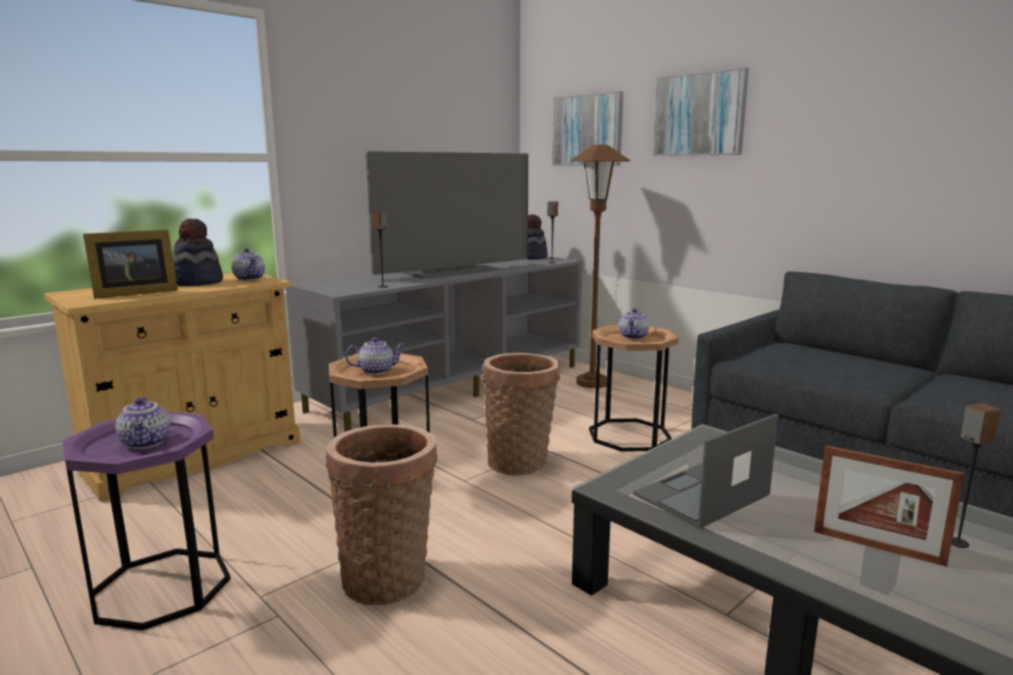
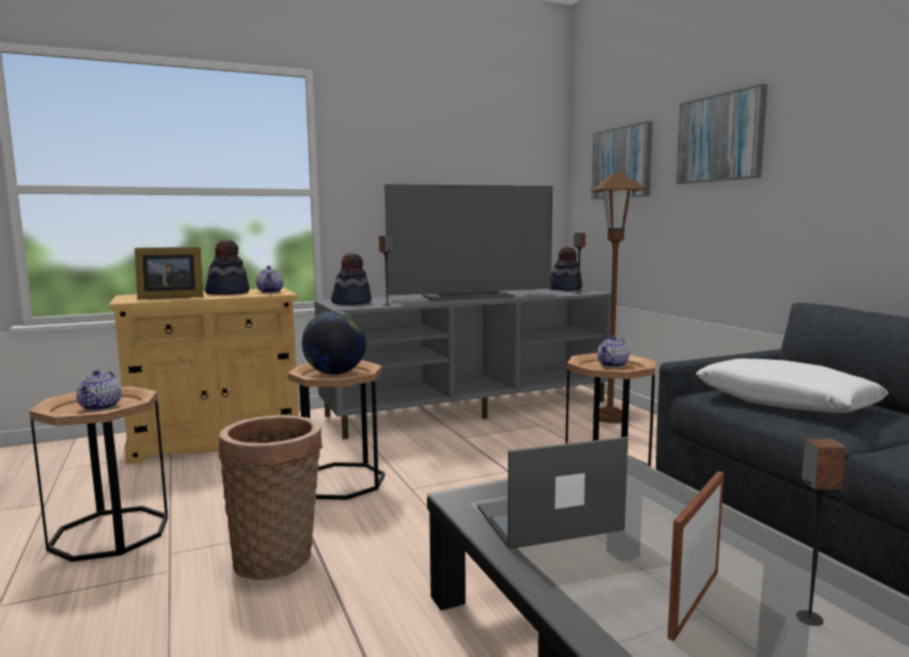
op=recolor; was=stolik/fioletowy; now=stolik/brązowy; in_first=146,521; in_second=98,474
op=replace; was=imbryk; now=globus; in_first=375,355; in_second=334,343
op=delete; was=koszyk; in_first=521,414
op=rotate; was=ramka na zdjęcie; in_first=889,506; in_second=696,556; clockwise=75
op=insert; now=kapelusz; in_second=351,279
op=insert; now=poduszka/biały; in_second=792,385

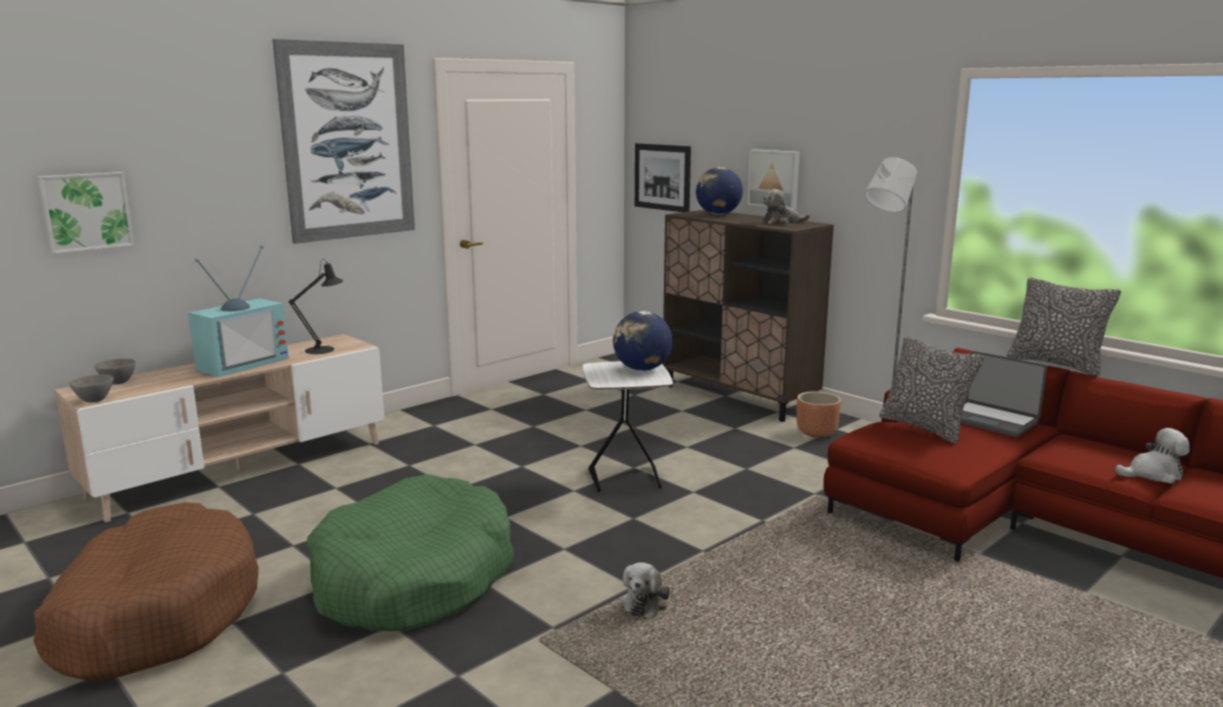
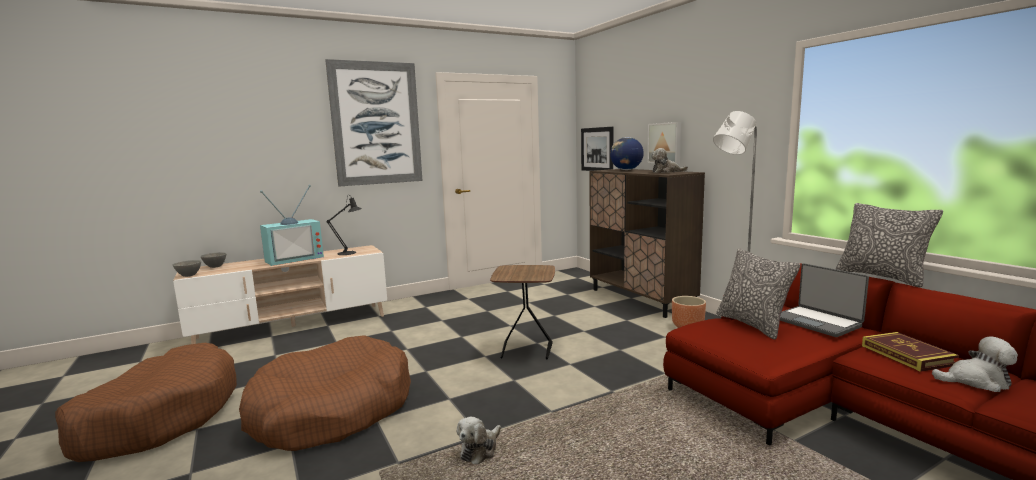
op=delete; was=obraz; in_first=86,213
op=recolor; was=legowisko/zielony; now=legowisko/brązowy; in_first=410,552; in_second=325,393
op=recolor; was=stolik/biały; now=stolik/brązowy; in_first=628,426; in_second=522,312
op=delete; was=globus; in_first=643,341
op=insert; now=książka; in_second=910,352

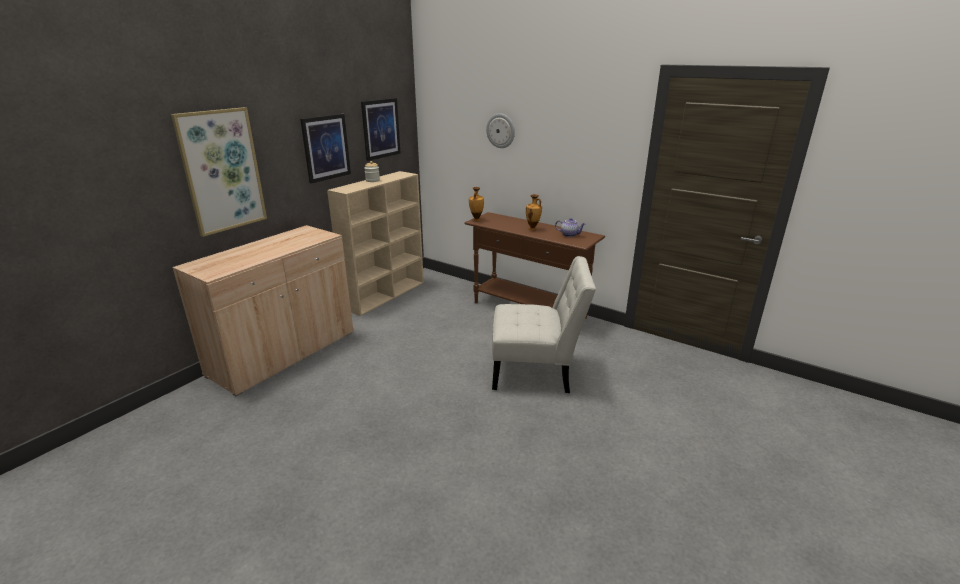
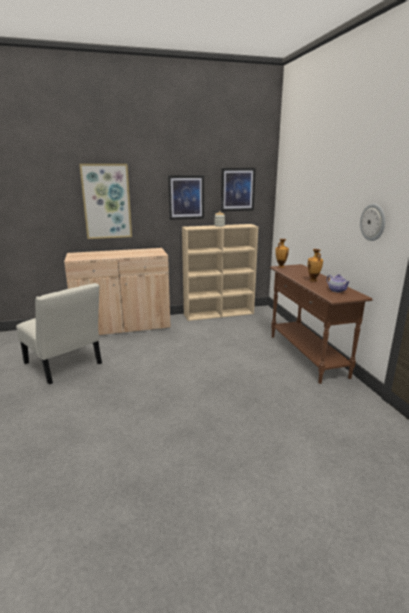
op=move; was=zegar ścienny; in_first=500,130; in_second=372,222
op=move; was=krzesło/biały; in_first=544,324; in_second=59,333

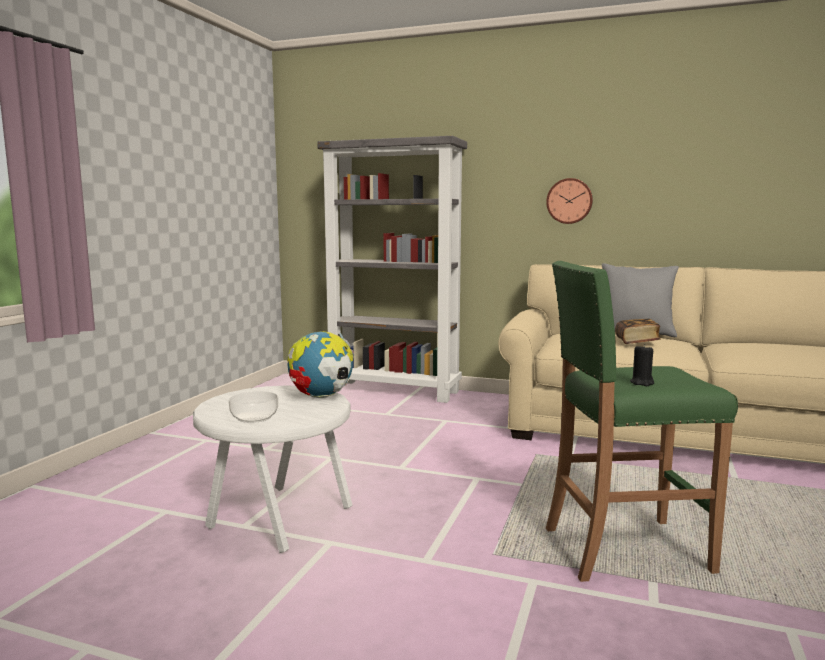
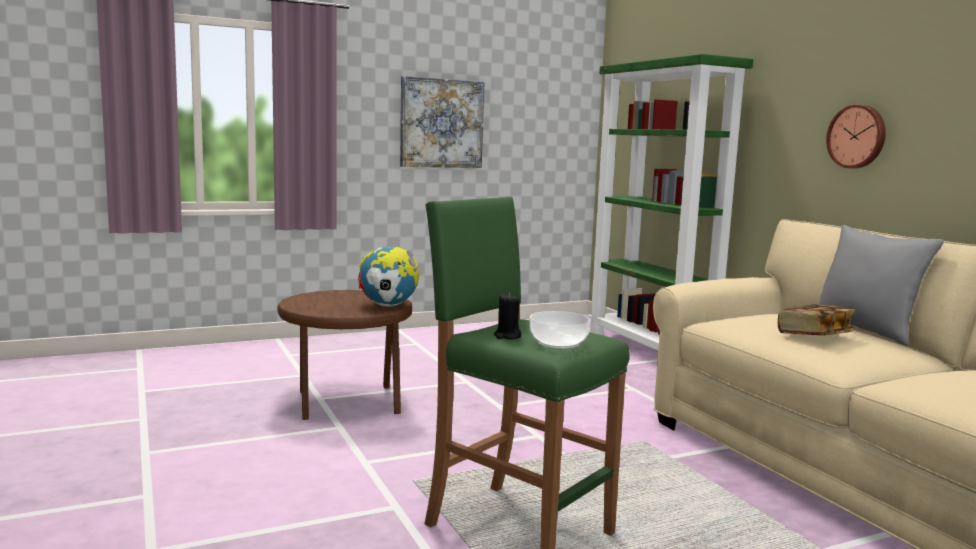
op=recolor; was=stolik/biały; now=stolik/brązowy; in_first=272,469; in_second=344,355
op=move; was=miska; in_first=253,407; in_second=560,330
op=recolor; was=regał/szary; now=regał/zielony; in_first=392,269; in_second=670,202
op=insert; now=obraz; in_second=442,122

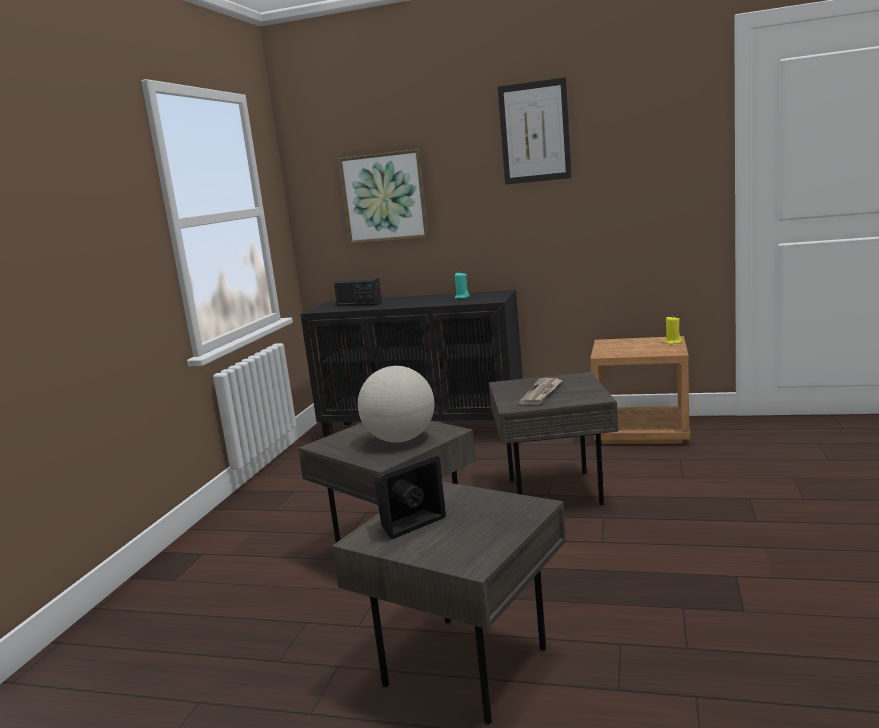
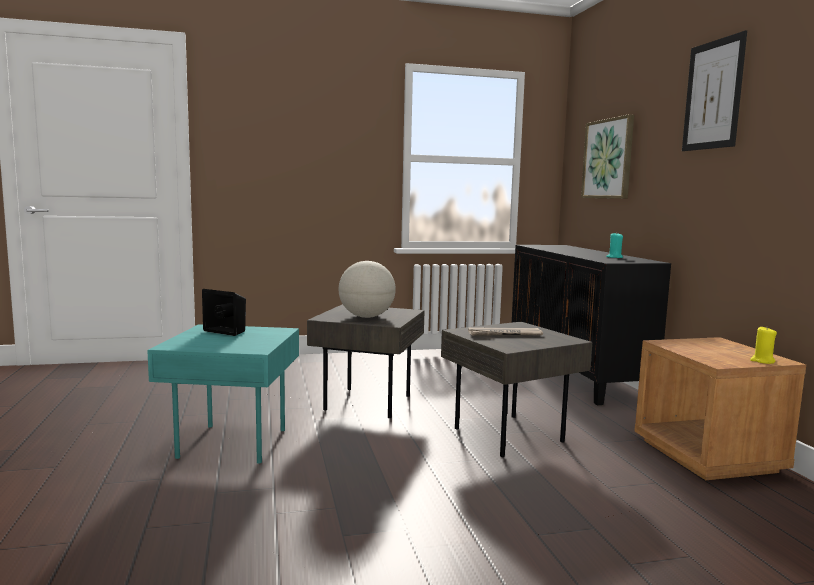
op=recolor; was=stolik/szary; now=stolik/turkusowy; in_first=449,603; in_second=223,393
op=delete; was=radio; in_first=358,292

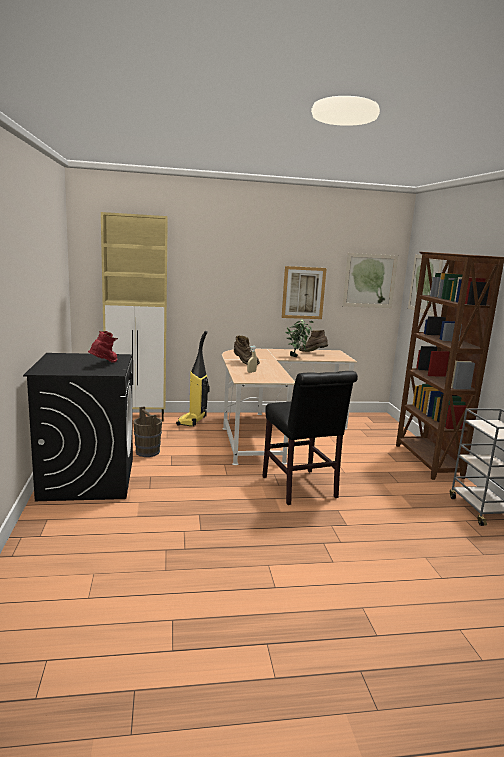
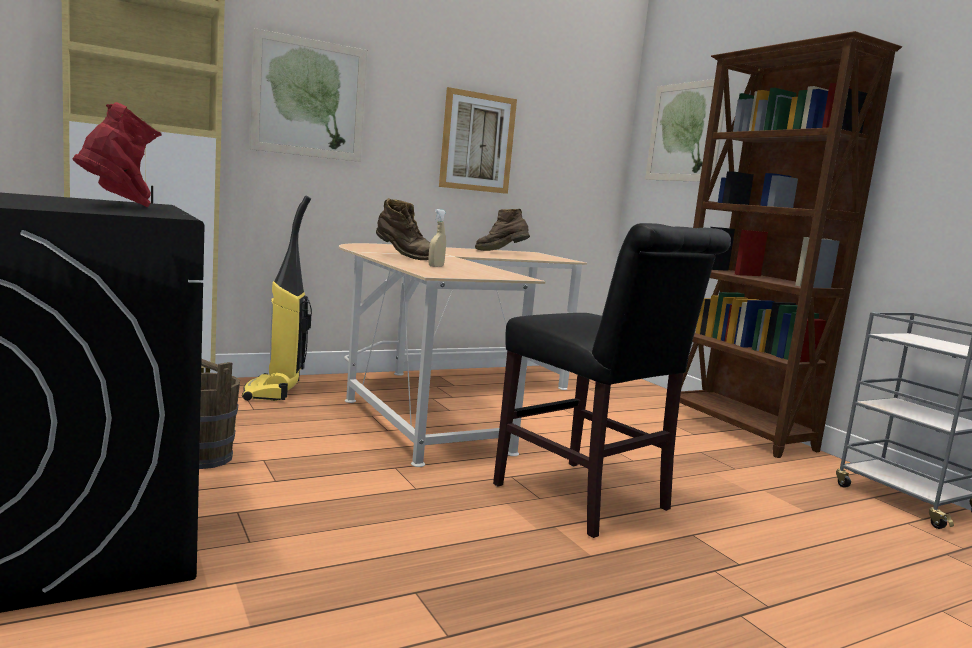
op=delete; was=roślina doniczkowa; in_first=299,338
op=move; was=obraz; in_first=370,280; in_second=308,95

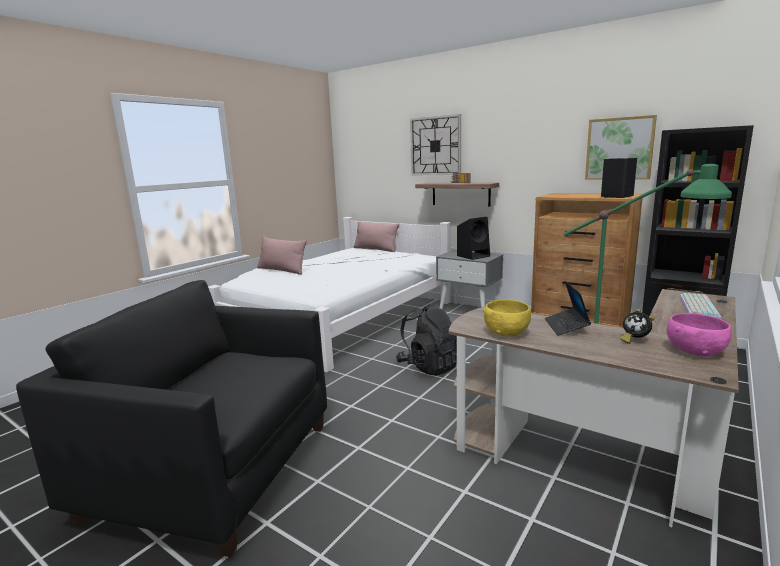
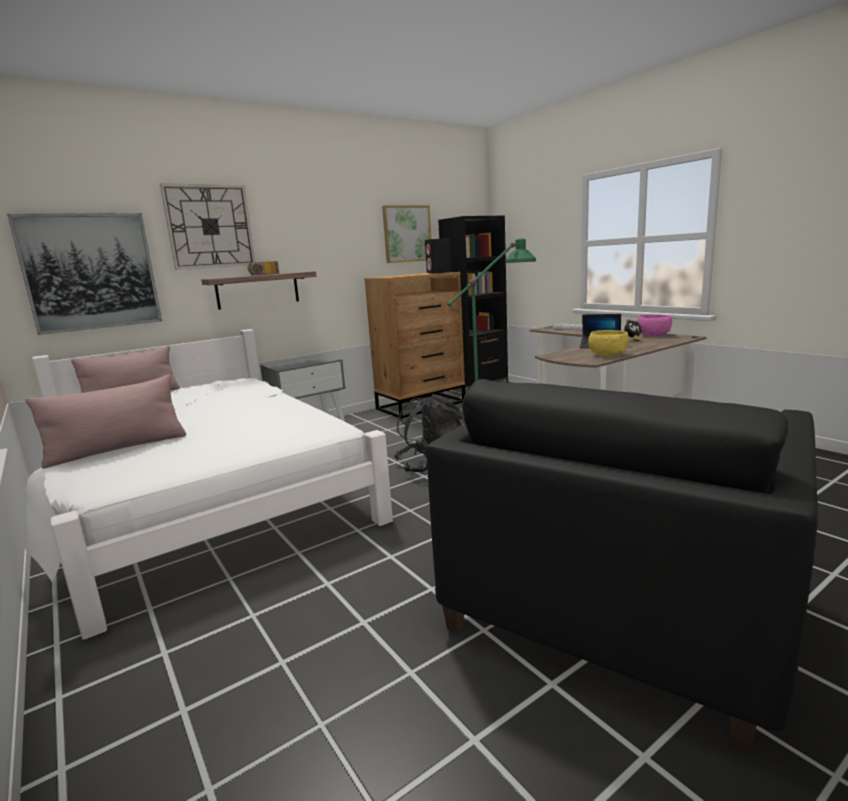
op=delete; was=głośnik/czarny; in_first=473,238
op=insert; now=obraz; in_second=84,274

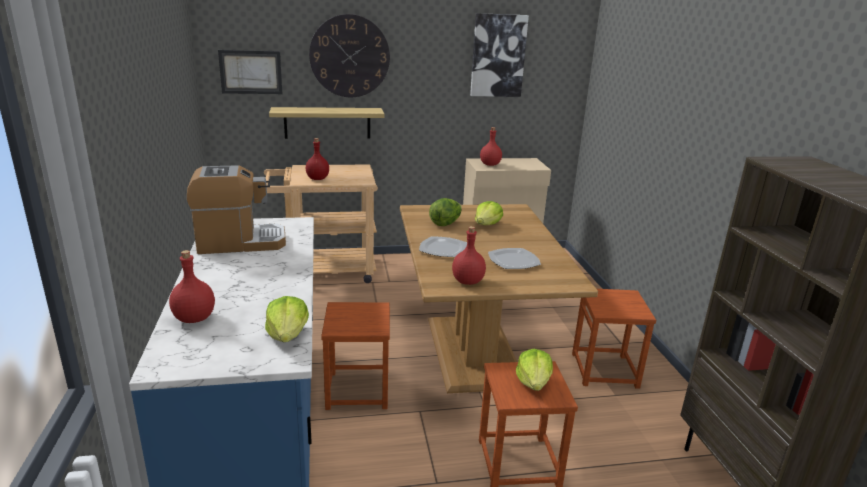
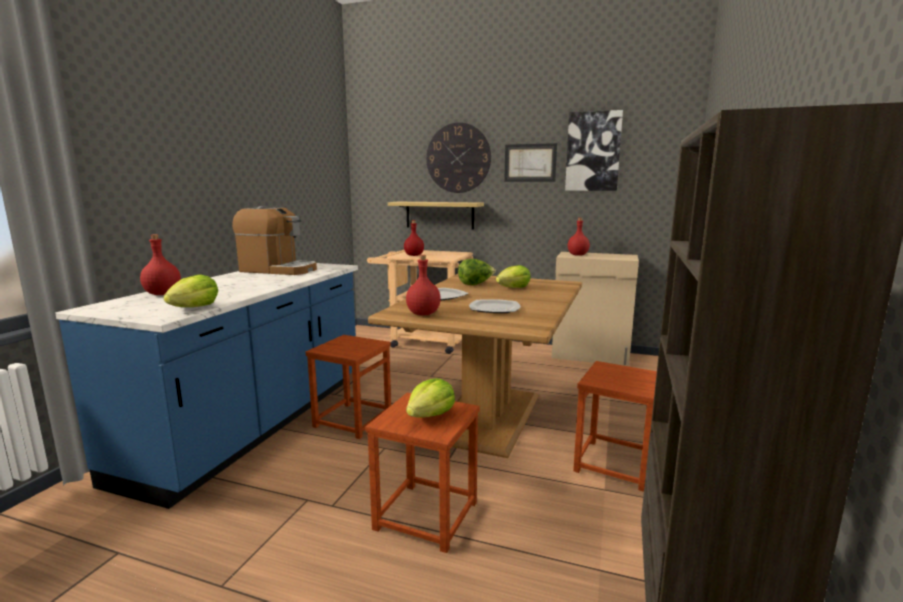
op=move; was=obraz; in_first=250,72; in_second=530,162

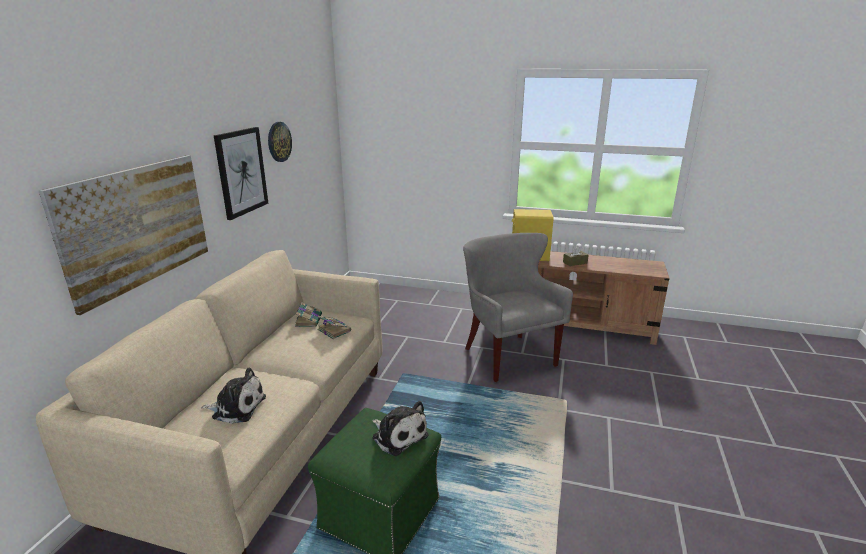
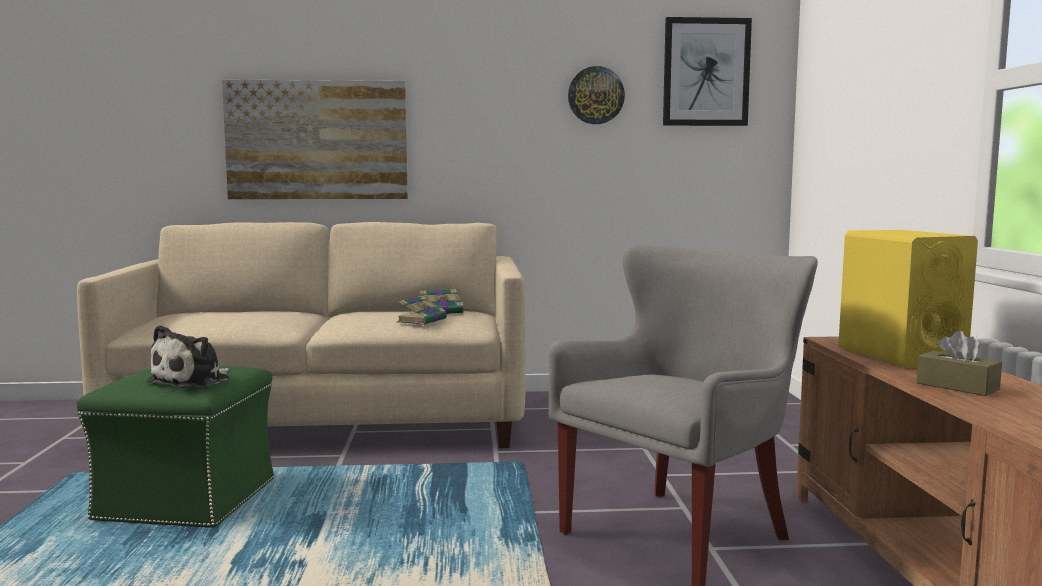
op=delete; was=pluszak; in_first=233,396
op=move; was=obraz; in_first=241,173; in_second=707,71

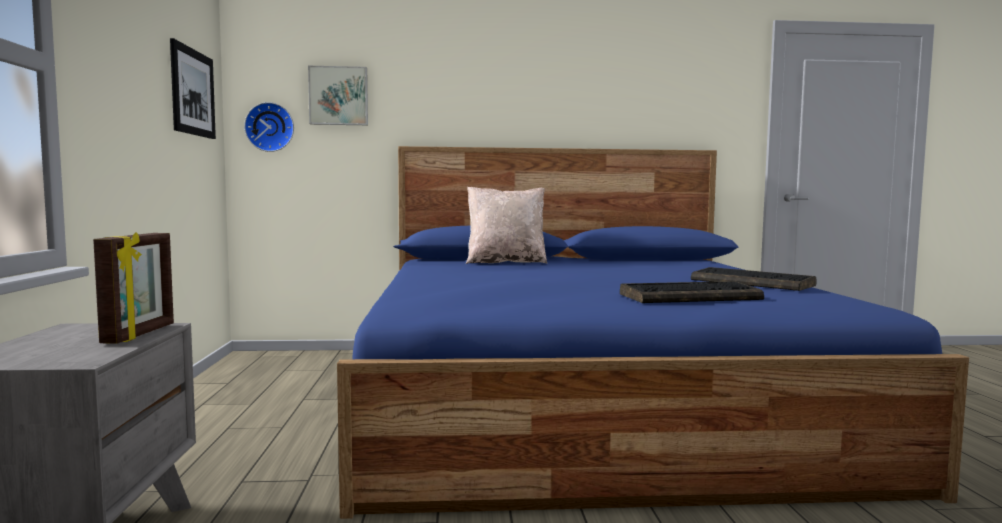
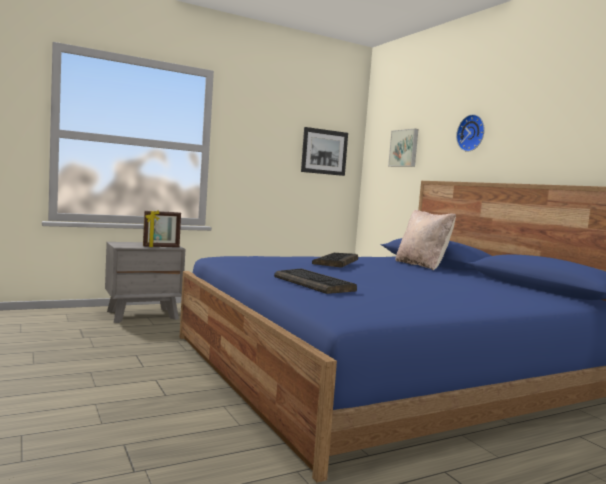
op=move; was=zegar ścienny; in_first=269,127; in_second=470,133
op=move; was=klawiatura; in_first=754,279; in_second=335,260

